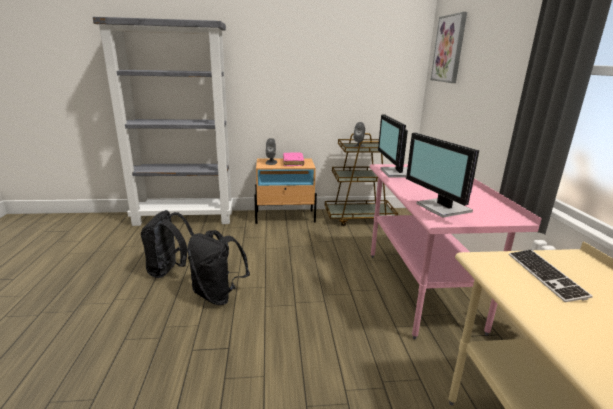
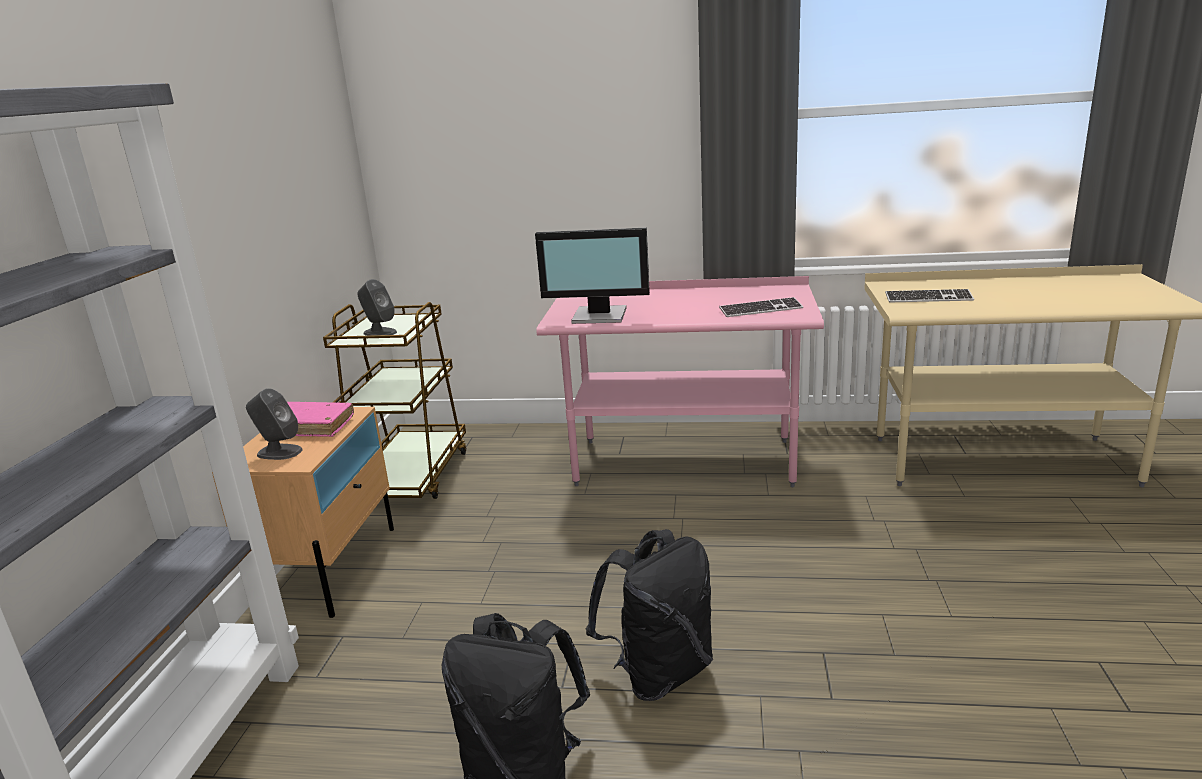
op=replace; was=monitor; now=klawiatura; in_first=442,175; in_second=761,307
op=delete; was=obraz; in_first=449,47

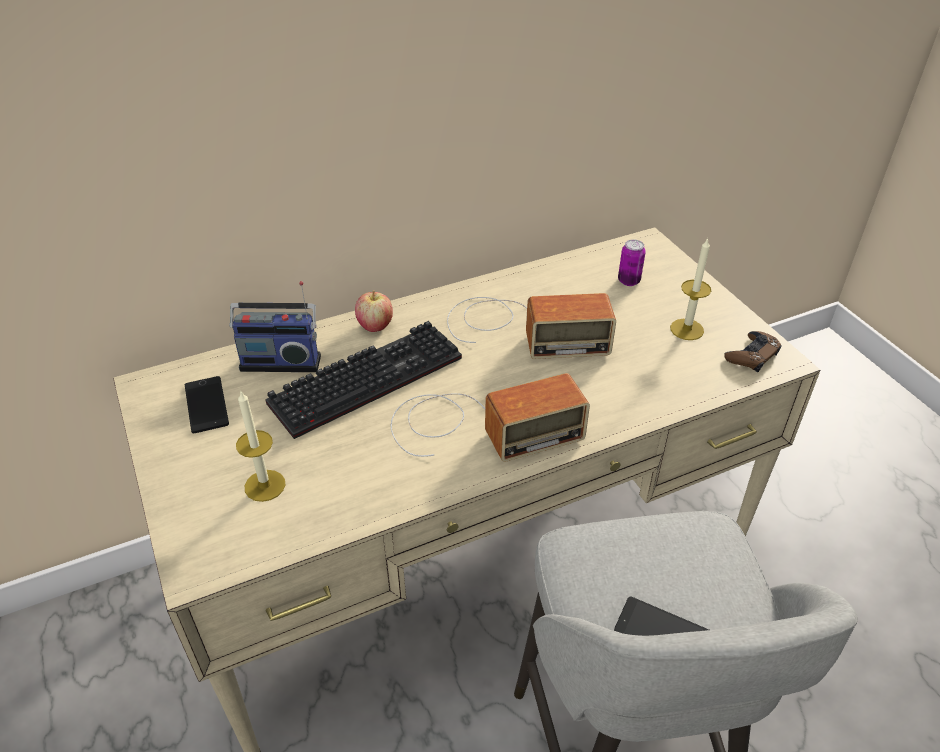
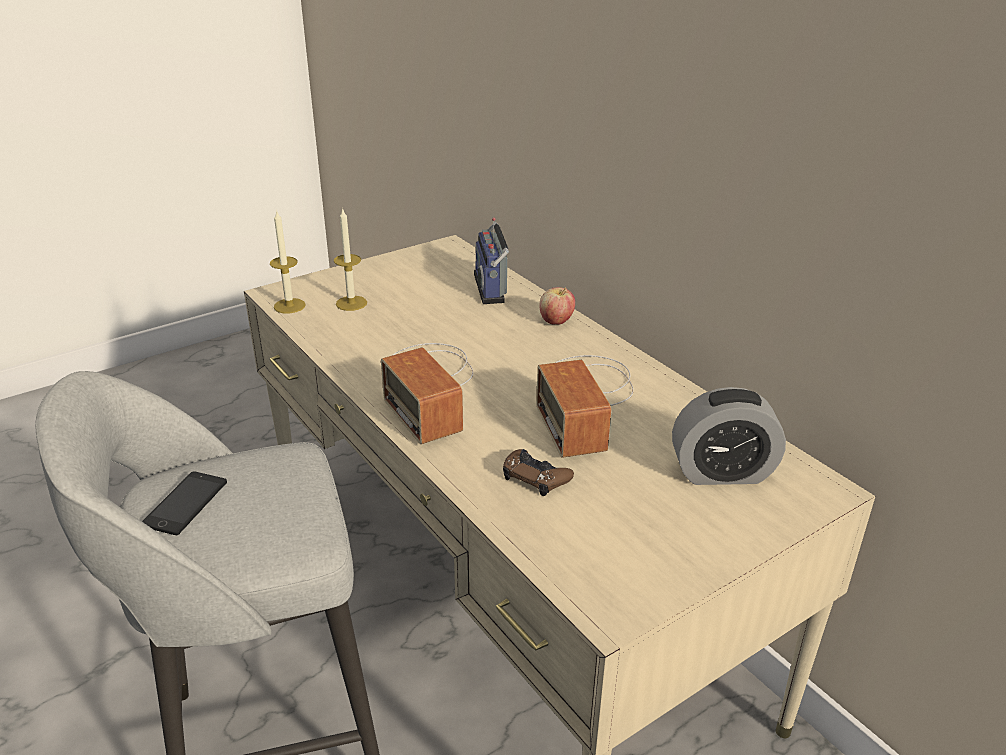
op=delete; was=telefon; in_first=207,404
op=delete; was=klawiatura; in_first=363,380
op=replace; was=puszka; now=budzik; in_first=632,263; in_second=729,436
op=move; was=świeca; in_first=690,289; in_second=288,262
op=move; was=pad do gier/brązowy; in_first=752,351; in_second=538,472

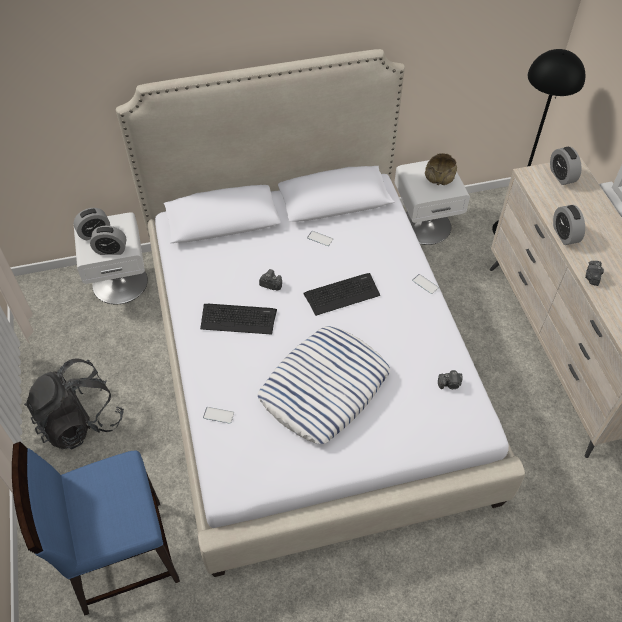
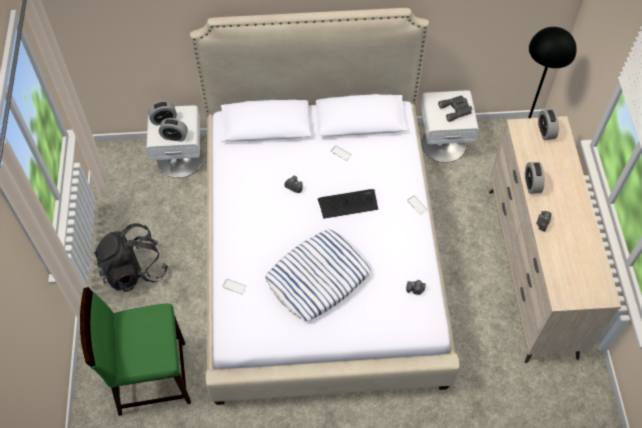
op=recolor; was=krzesło/niebieski; now=krzesło/zielony; in_first=96,529; in_second=135,351
op=delete; was=klawiatura; in_first=238,319
op=replace; was=miska/beżowy; now=lornetka/szary; in_first=441,169; in_second=455,108

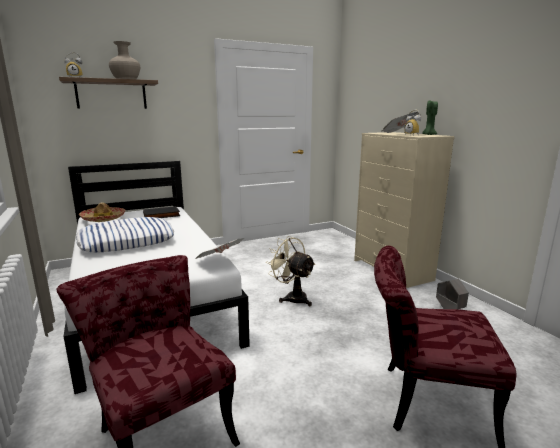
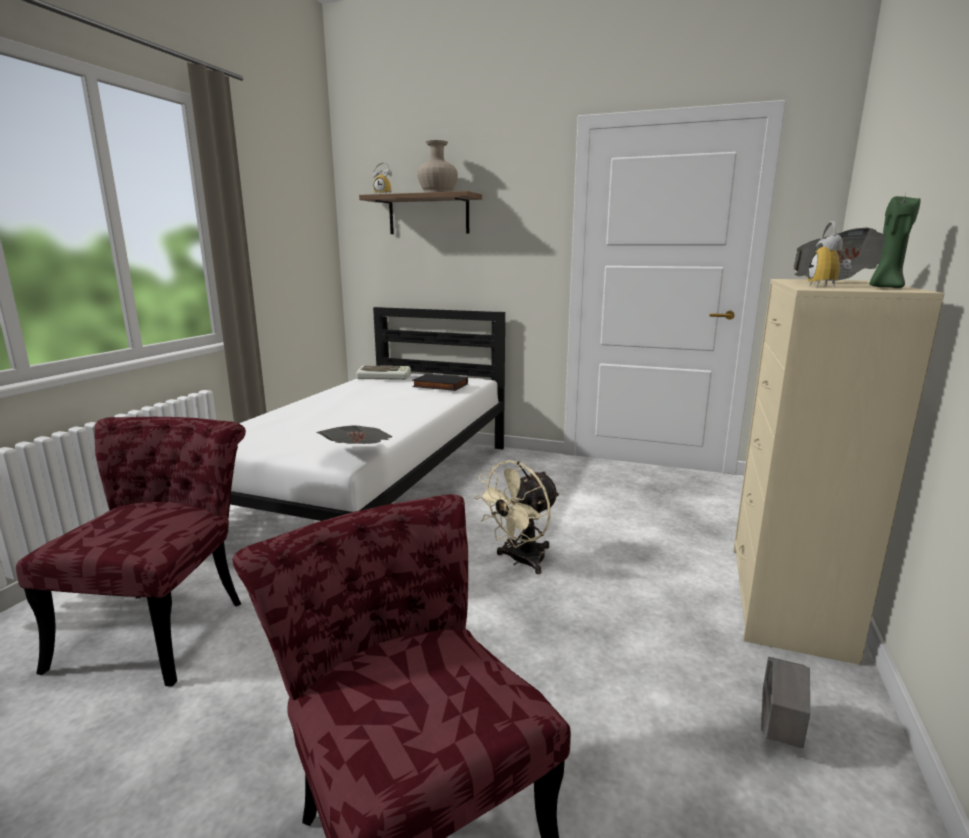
op=delete; was=poduszka; in_first=125,234
op=replace; was=kapelusz; now=klawiatura; in_first=102,212; in_second=383,372
op=rotate; was=wentylator/beżowy; in_first=291,271; in_second=517,517; clockwise=-135

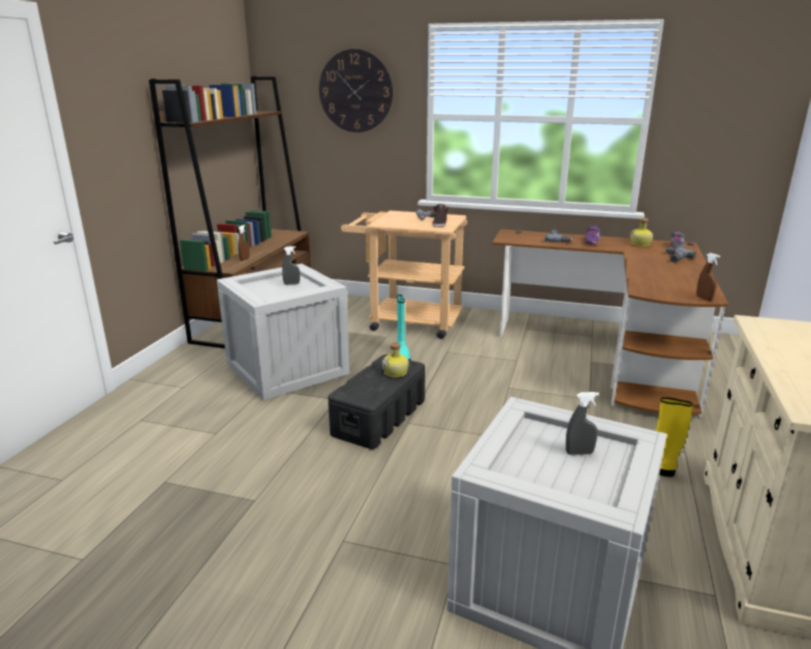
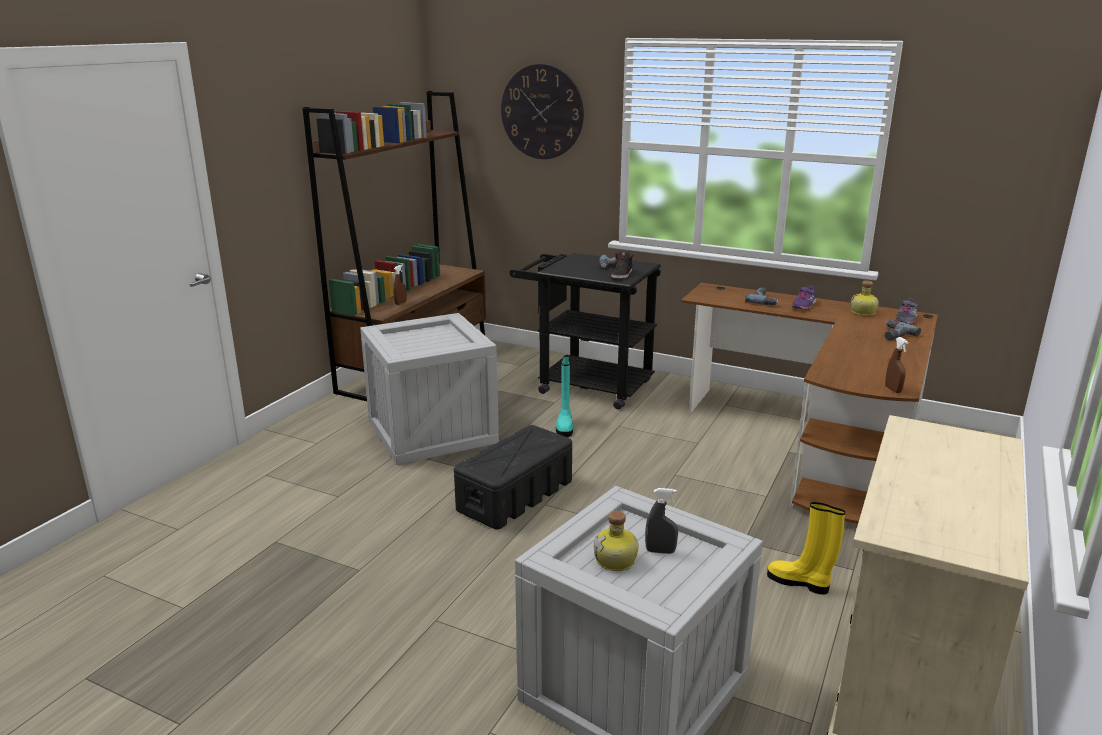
op=delete; was=spryskiwacz/szary; in_first=291,265
op=recolor; was=wózek/beżowy; now=wózek/czarny; in_first=404,275; in_second=585,331
op=move; was=butelka; in_first=395,359; in_second=616,541

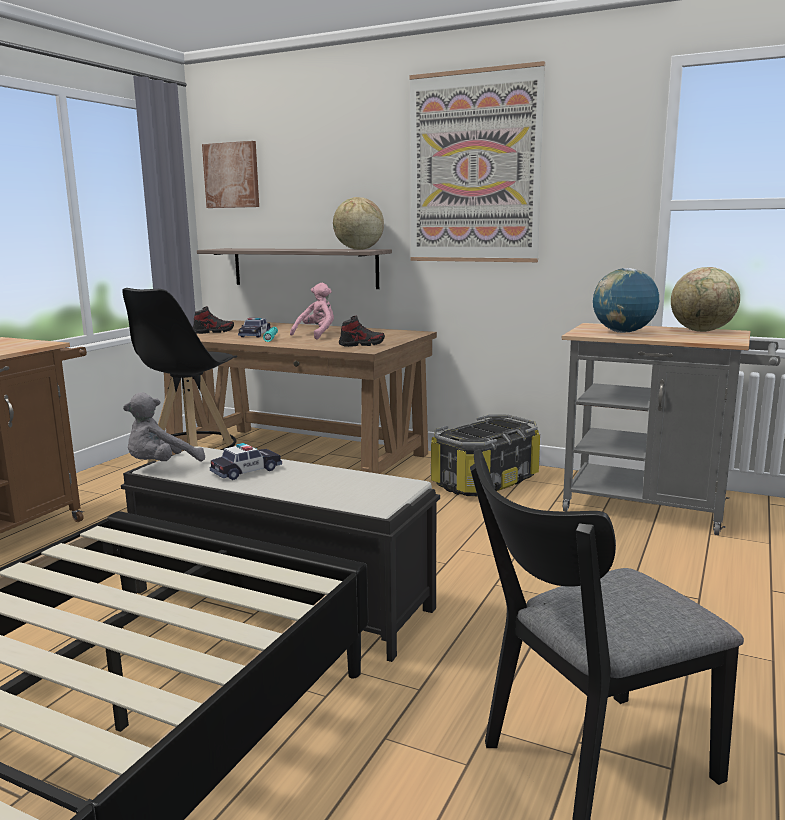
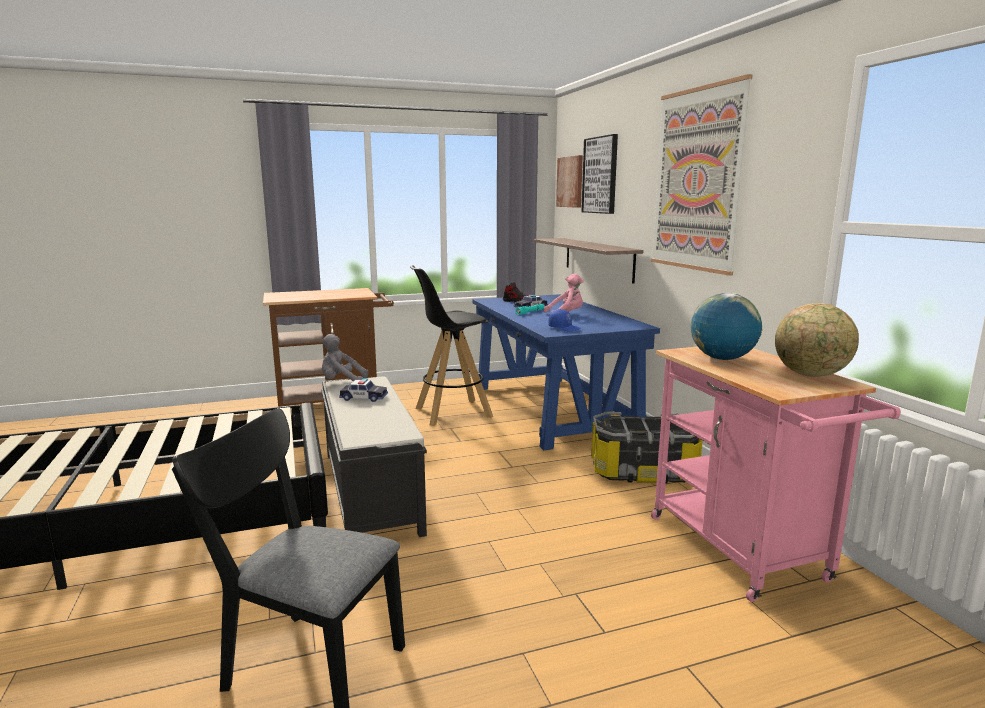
op=recolor; was=biurko/brązowy; now=biurko/niebieski; in_first=300,397; in_second=566,372
op=delete; was=globus; in_first=358,223
op=replace; was=but; now=czapka z daszkiem/niebieski; in_first=362,331; in_second=565,320
op=recolor; was=wózek/szary; now=wózek/różowy; in_first=670,429; in_second=776,474
op=insert; now=obraz; in_second=599,174

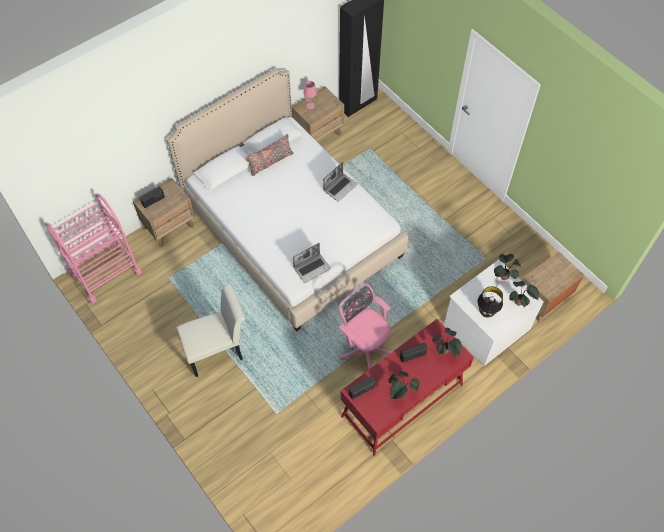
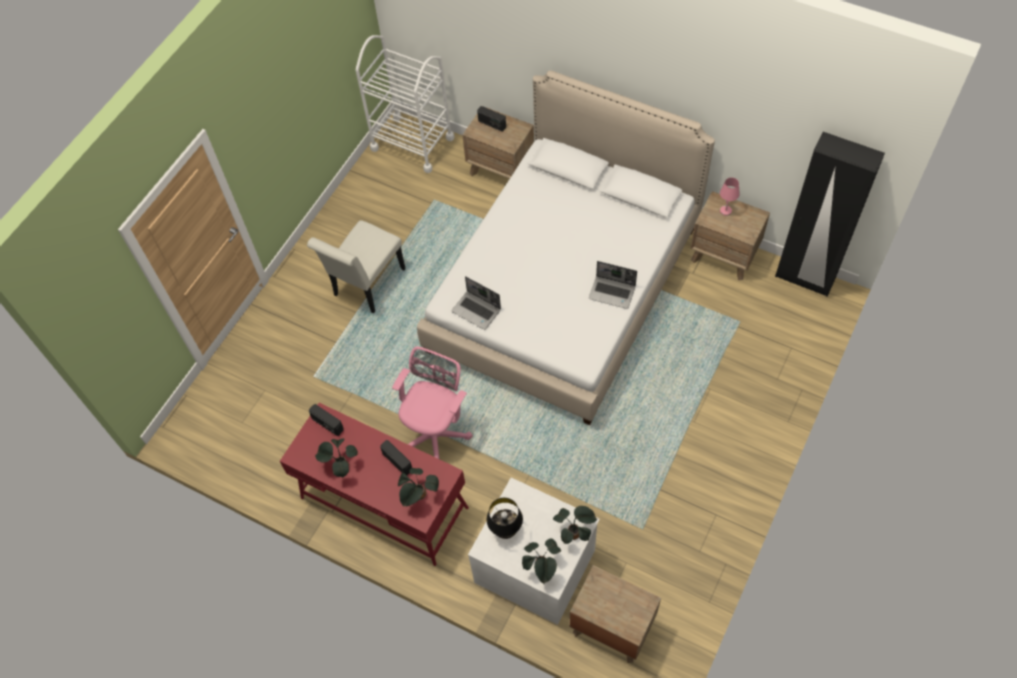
op=recolor; was=wózek/różowy; now=wózek/biały; in_first=93,248; in_second=405,104
op=rotate; was=krzesło/biały; in_first=210,330; in_second=356,267; clockwise=75
op=delete; was=poduszka/szary; in_first=269,155

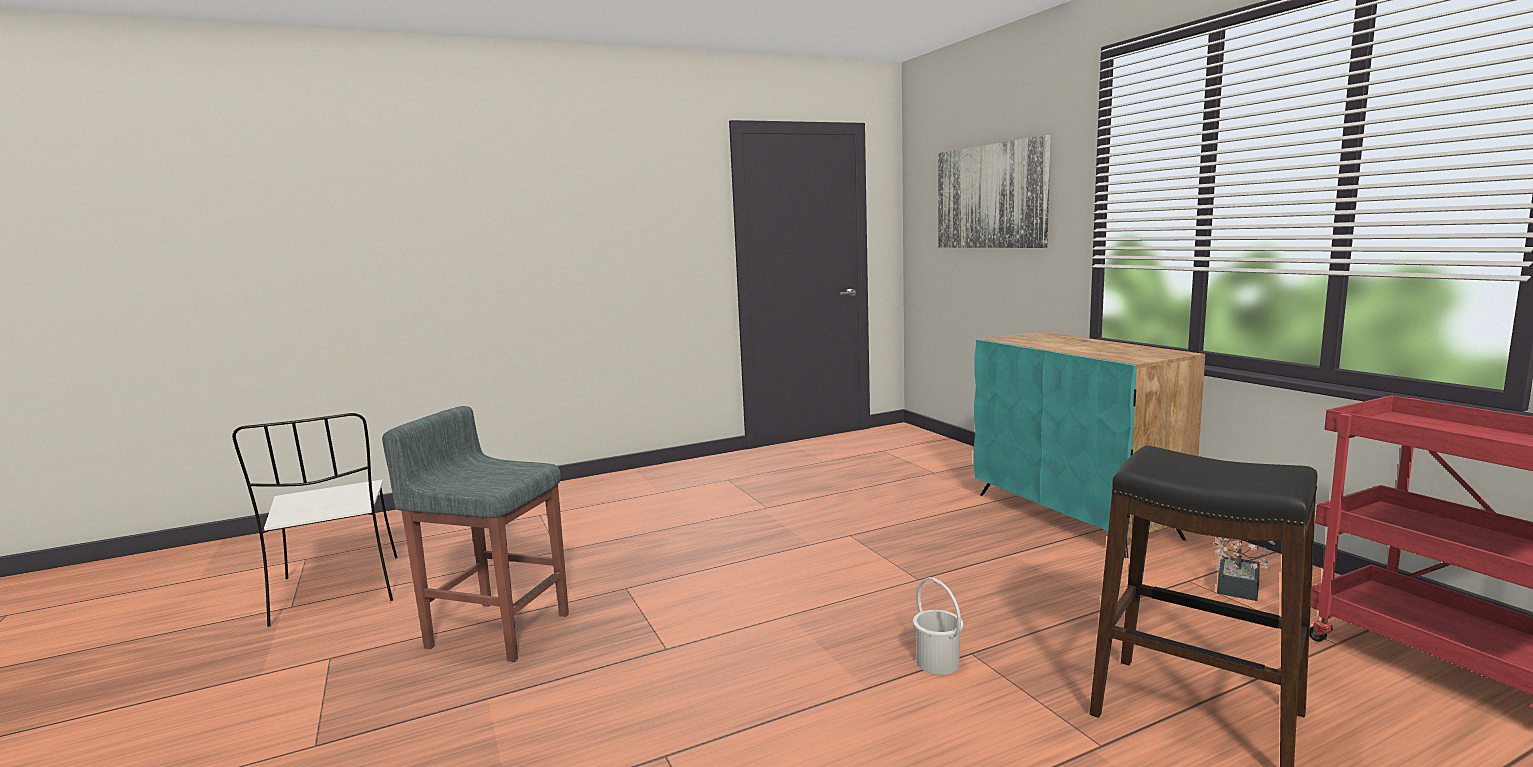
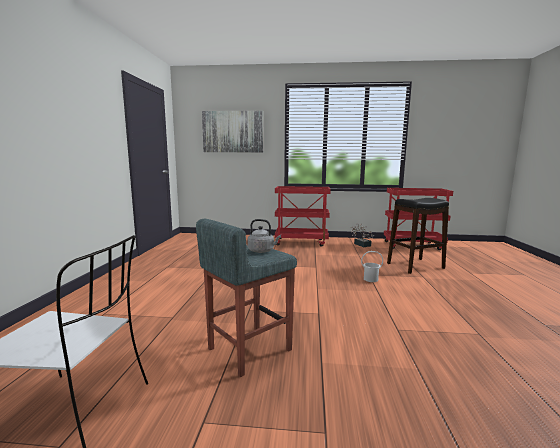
op=replace; was=szafka/turkusowy; now=wózek/czerwony; in_first=1089,445; in_second=303,216
op=insert; now=czajnik/szary; in_second=264,236

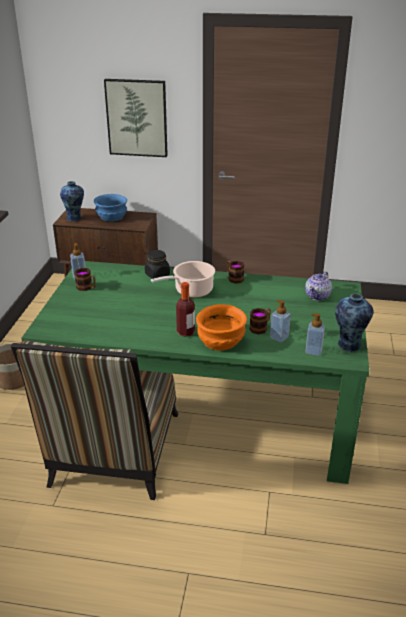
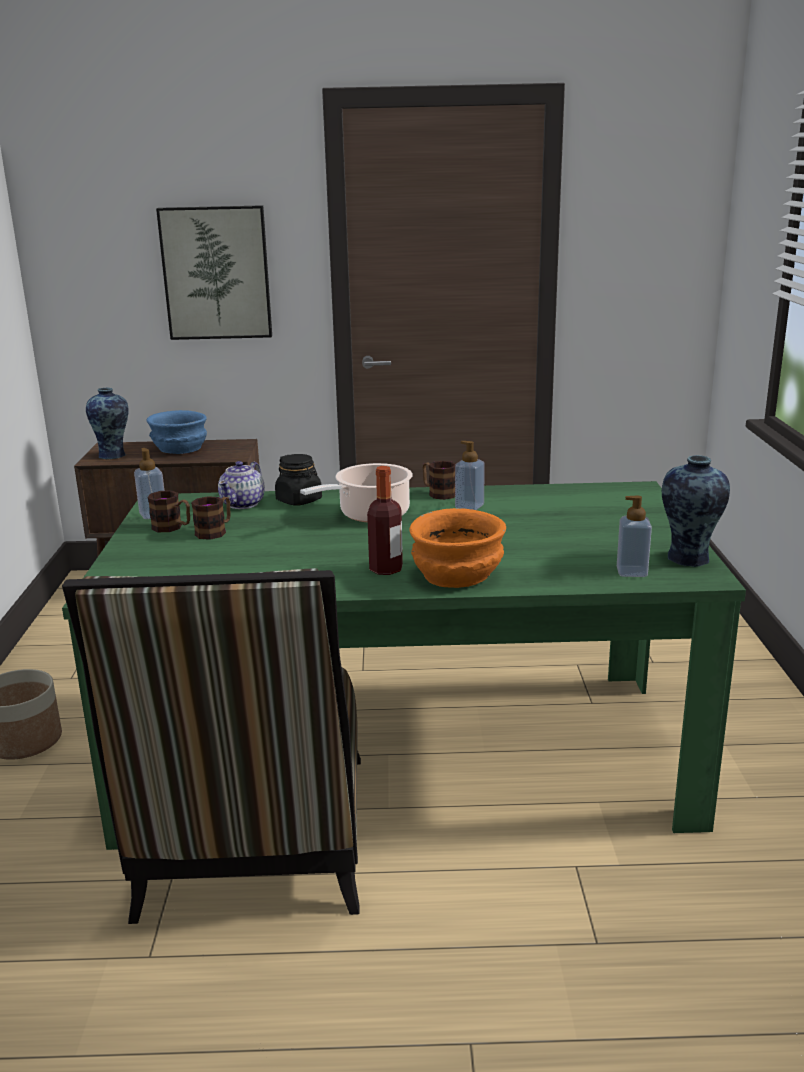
op=move; was=kubek; in_first=260,321; in_second=211,518
op=move; was=dozownik mydła; in_first=280,321; in_second=470,475
op=move; was=imbryk; in_first=318,286; in_second=241,485

